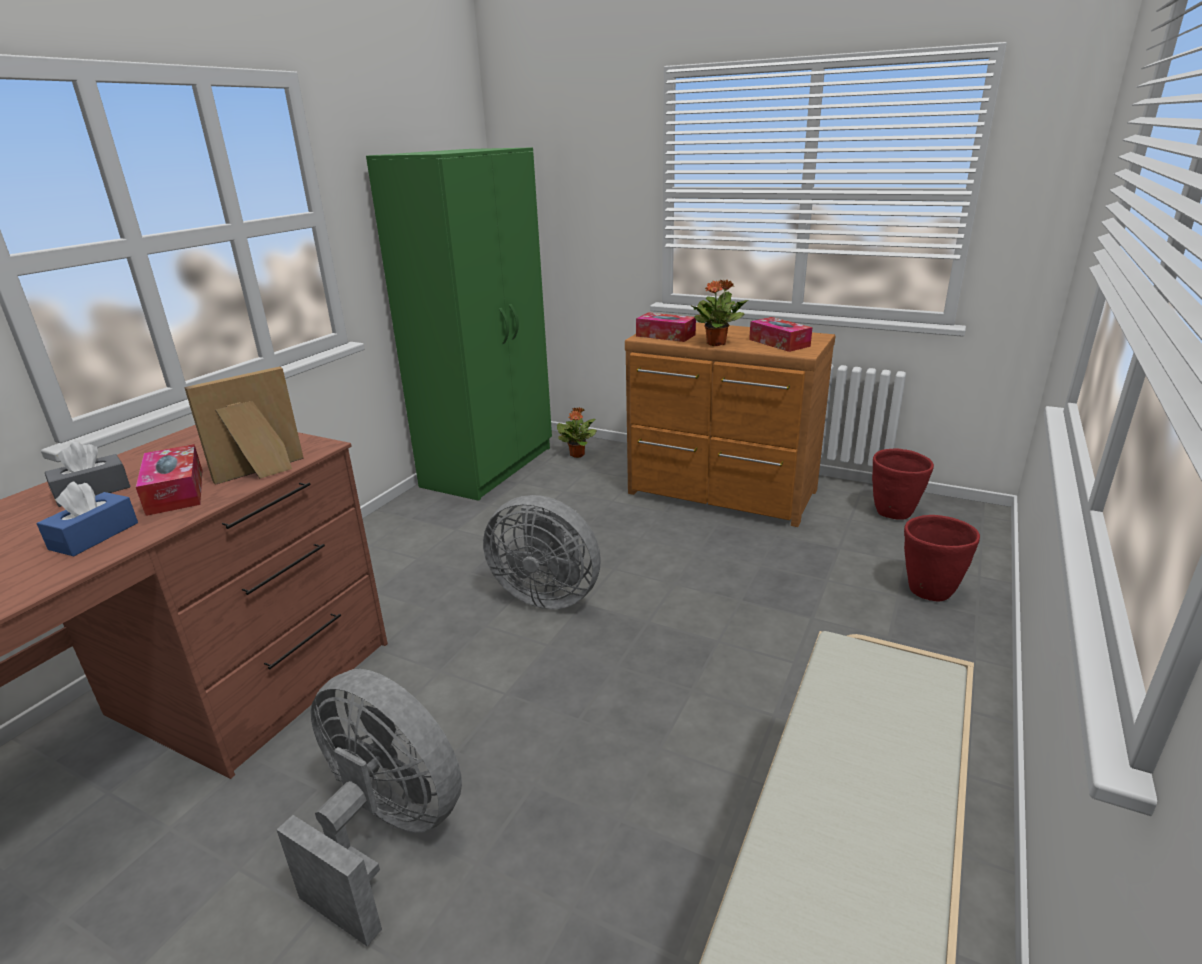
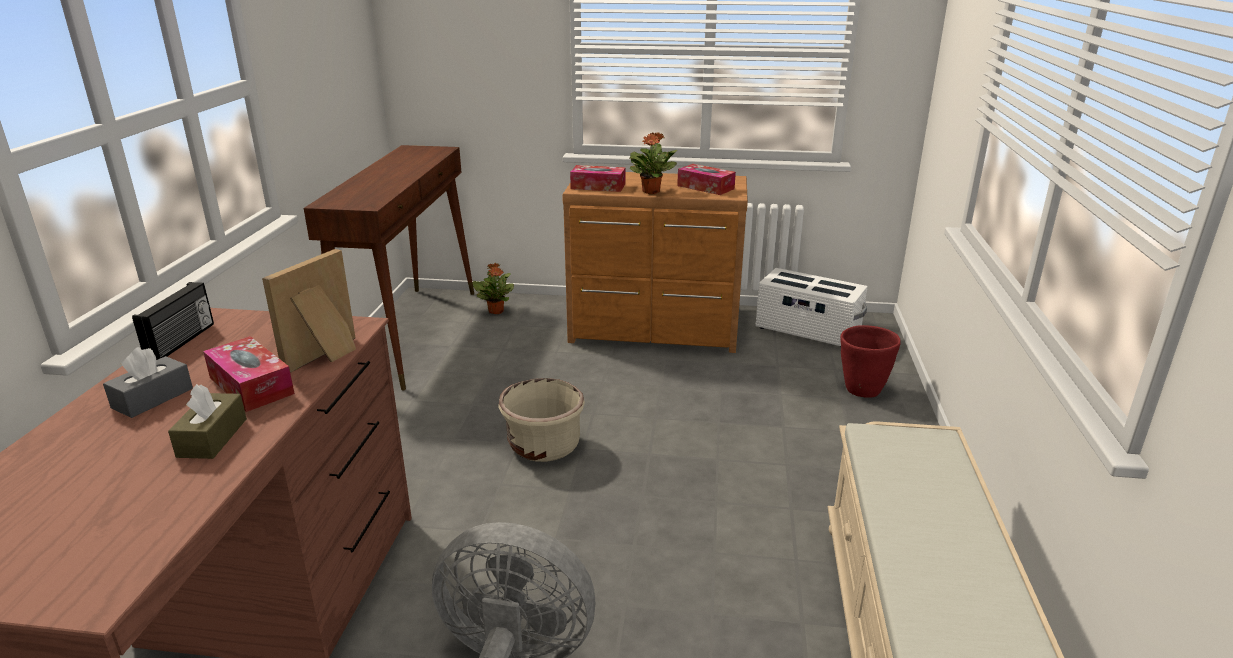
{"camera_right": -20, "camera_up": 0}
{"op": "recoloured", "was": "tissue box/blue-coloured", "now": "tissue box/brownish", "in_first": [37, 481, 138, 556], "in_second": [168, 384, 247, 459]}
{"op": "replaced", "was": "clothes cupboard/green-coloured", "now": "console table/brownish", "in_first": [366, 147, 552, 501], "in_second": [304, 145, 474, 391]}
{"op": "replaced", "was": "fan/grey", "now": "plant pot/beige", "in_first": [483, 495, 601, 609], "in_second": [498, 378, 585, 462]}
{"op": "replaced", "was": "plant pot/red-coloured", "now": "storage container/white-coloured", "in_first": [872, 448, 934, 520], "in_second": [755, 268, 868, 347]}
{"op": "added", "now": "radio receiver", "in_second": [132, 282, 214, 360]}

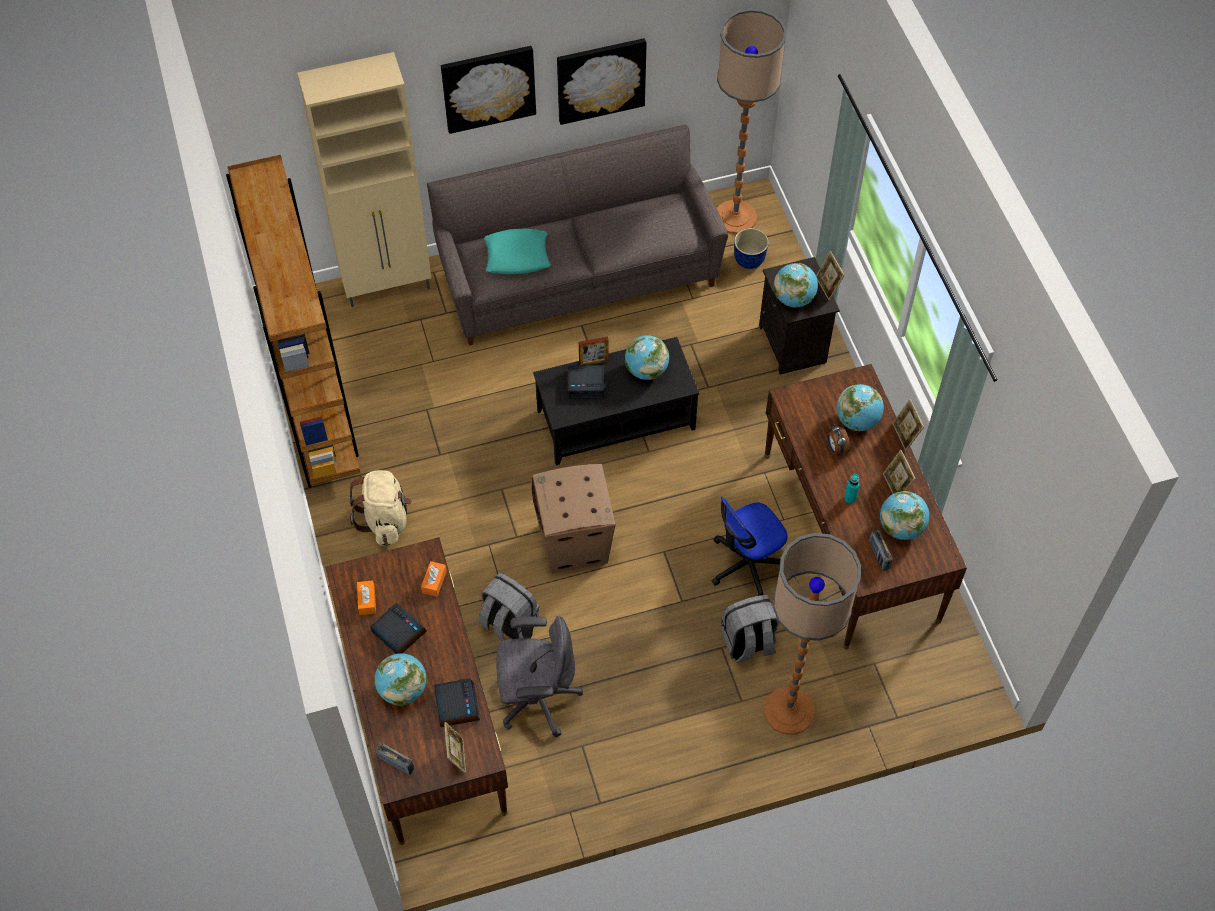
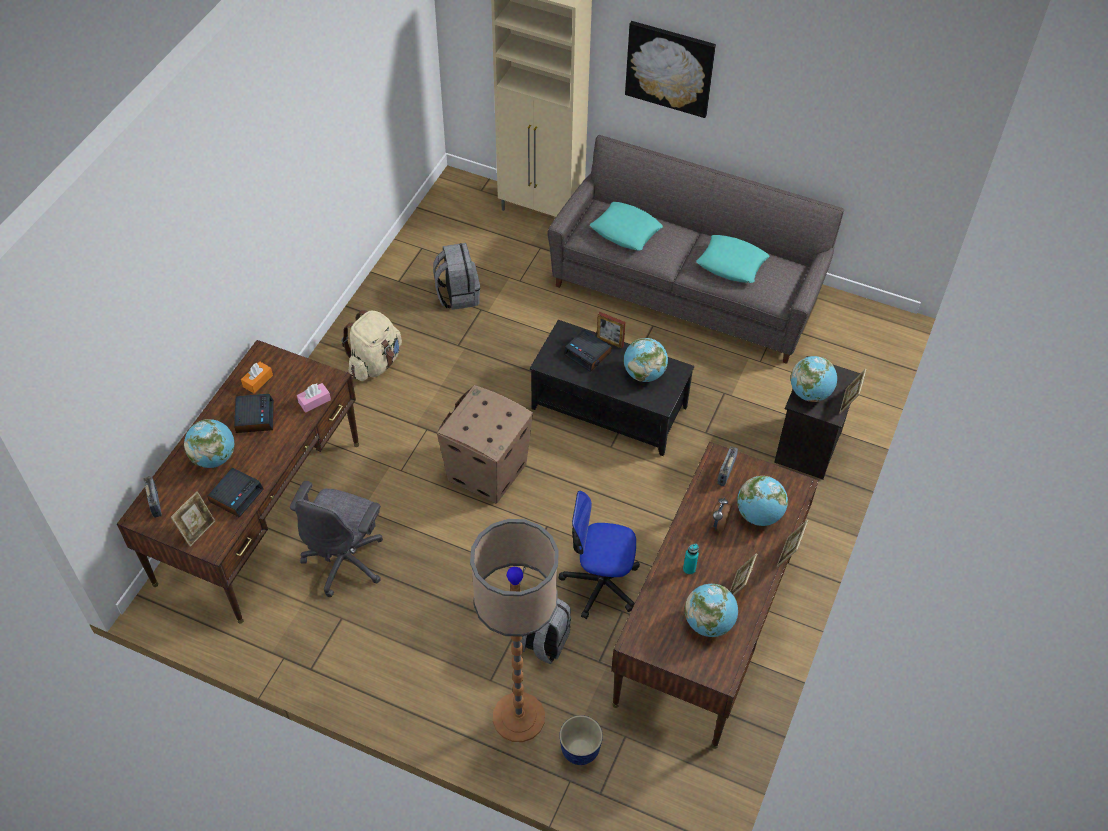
{"camera_right": 40, "camera_up": -5}
{"op": "removed", "was": "shelving unit/brownish", "in_first": [226, 155, 360, 488]}
{"op": "recoloured", "was": "tissue box/orange-coloured", "now": "tissue box/pink", "in_first": [421, 561, 447, 597], "in_second": [297, 383, 331, 413]}
{"op": "moved", "was": "backpack/grey", "in_first": [478, 573, 539, 641], "in_second": [433, 243, 480, 310]}
{"op": "turned", "was": "desk chair/grey", "in_first": [496, 616, 583, 737], "in_second": [290, 481, 383, 597], "clockwise": 75}
{"op": "removed", "was": "picture", "in_first": [557, 38, 647, 125]}
{"op": "removed", "was": "standing lamp", "in_first": [717, 9, 787, 234]}
{"op": "moved", "was": "plant pot", "in_first": [734, 228, 769, 269], "in_second": [560, 715, 603, 765]}
{"op": "moved", "was": "radio receiver", "in_first": [869, 530, 893, 571], "in_second": [717, 446, 738, 486]}
{"op": "added", "now": "cushion/blue-green", "in_second": [696, 235, 769, 283]}

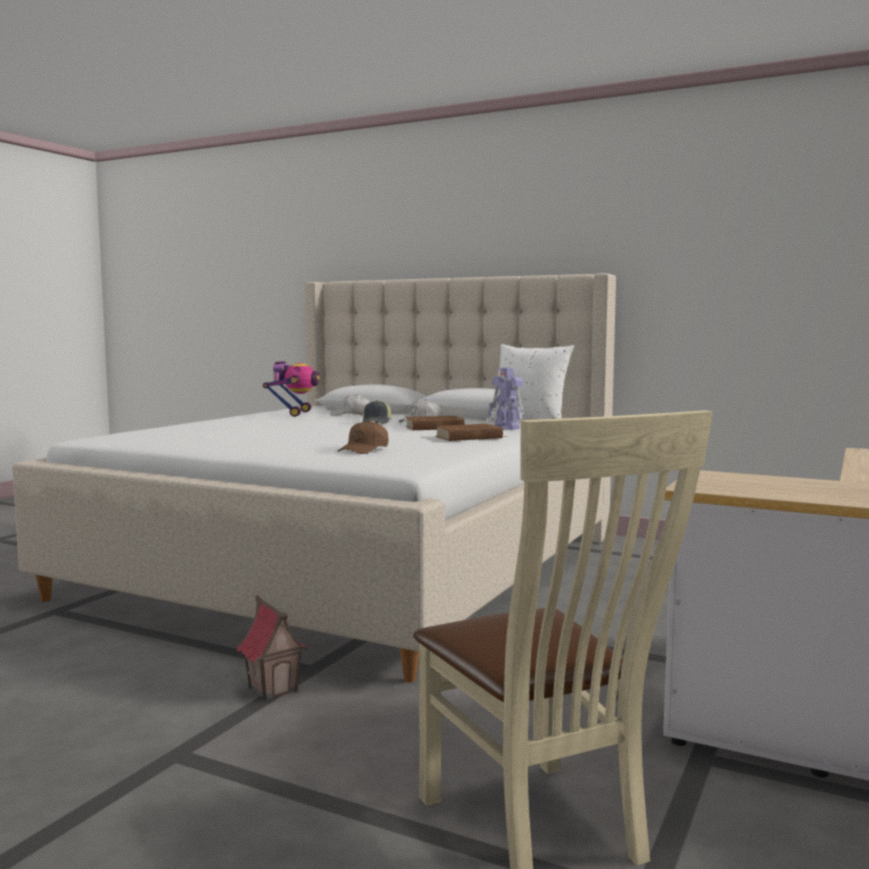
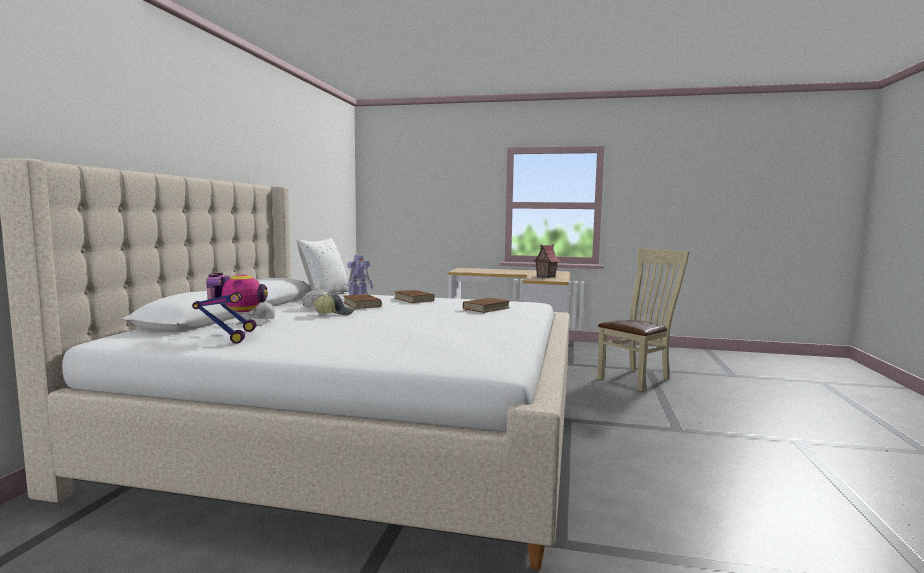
{"camera_right": -105, "camera_up": 0}
{"op": "moved", "was": "model house", "in_first": [237, 595, 308, 700], "in_second": [533, 244, 560, 278]}
{"op": "turned", "was": "model robot", "in_first": [263, 361, 320, 417], "in_second": [192, 272, 268, 344], "clockwise": 90}
{"op": "replaced", "was": "peaked cap/brownish", "now": "bound book/brownish", "in_first": [338, 420, 388, 454], "in_second": [463, 297, 510, 313]}

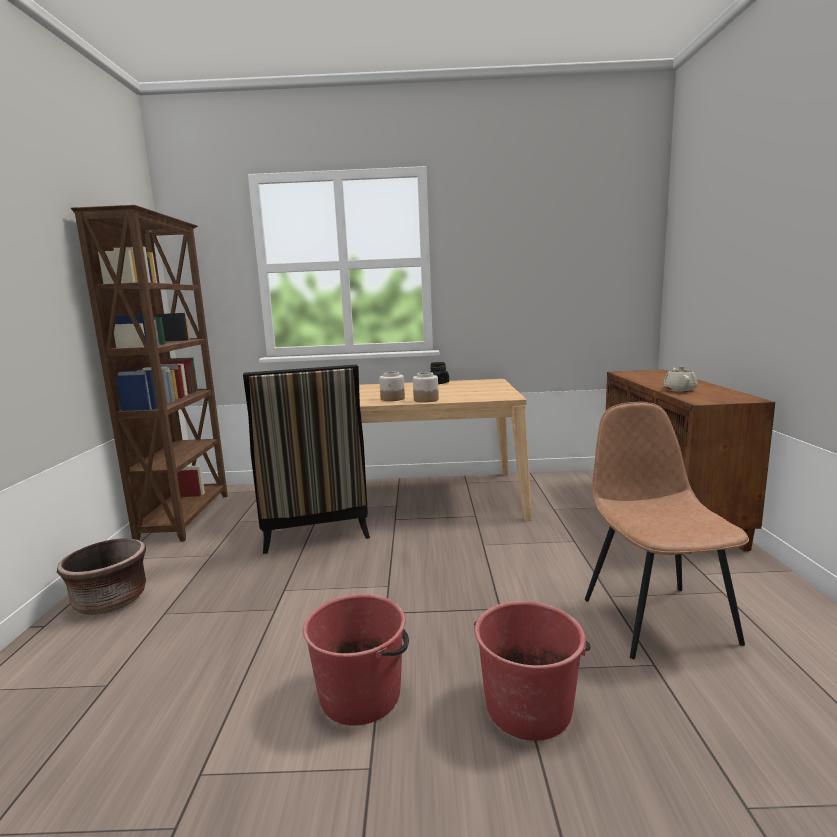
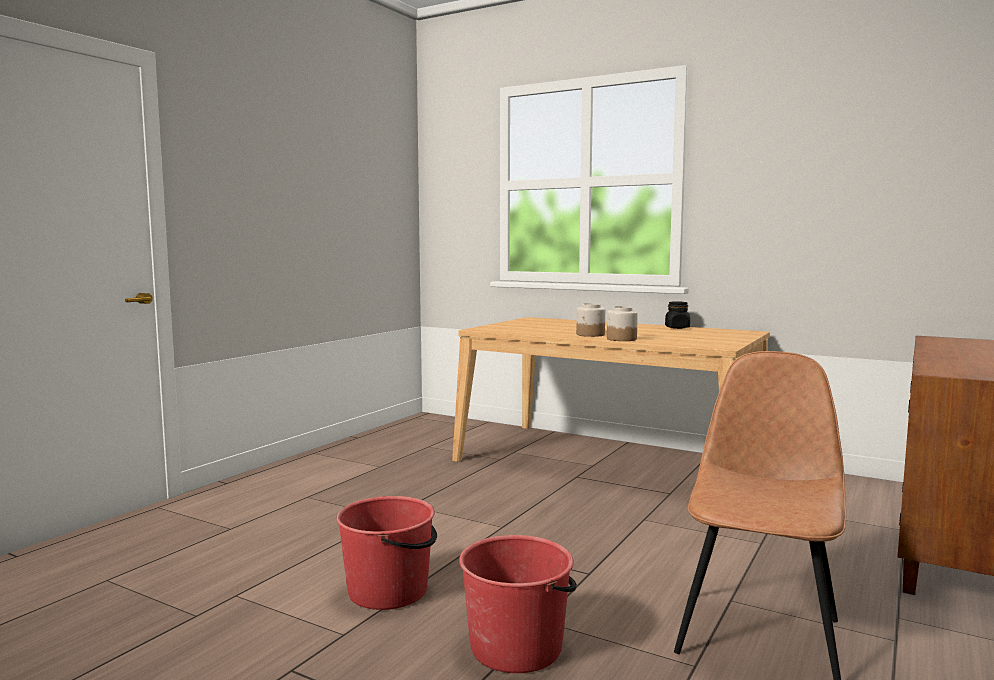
{"camera_right": 30, "camera_up": -5}
{"op": "removed", "was": "plant pot/brownish", "in_first": [57, 539, 146, 615]}
{"op": "removed", "was": "shelving unit/brownish", "in_first": [71, 205, 228, 542]}
{"op": "removed", "was": "plain chair", "in_first": [243, 365, 370, 554]}
{"op": "removed", "was": "pot for tea/beige", "in_first": [663, 366, 698, 392]}

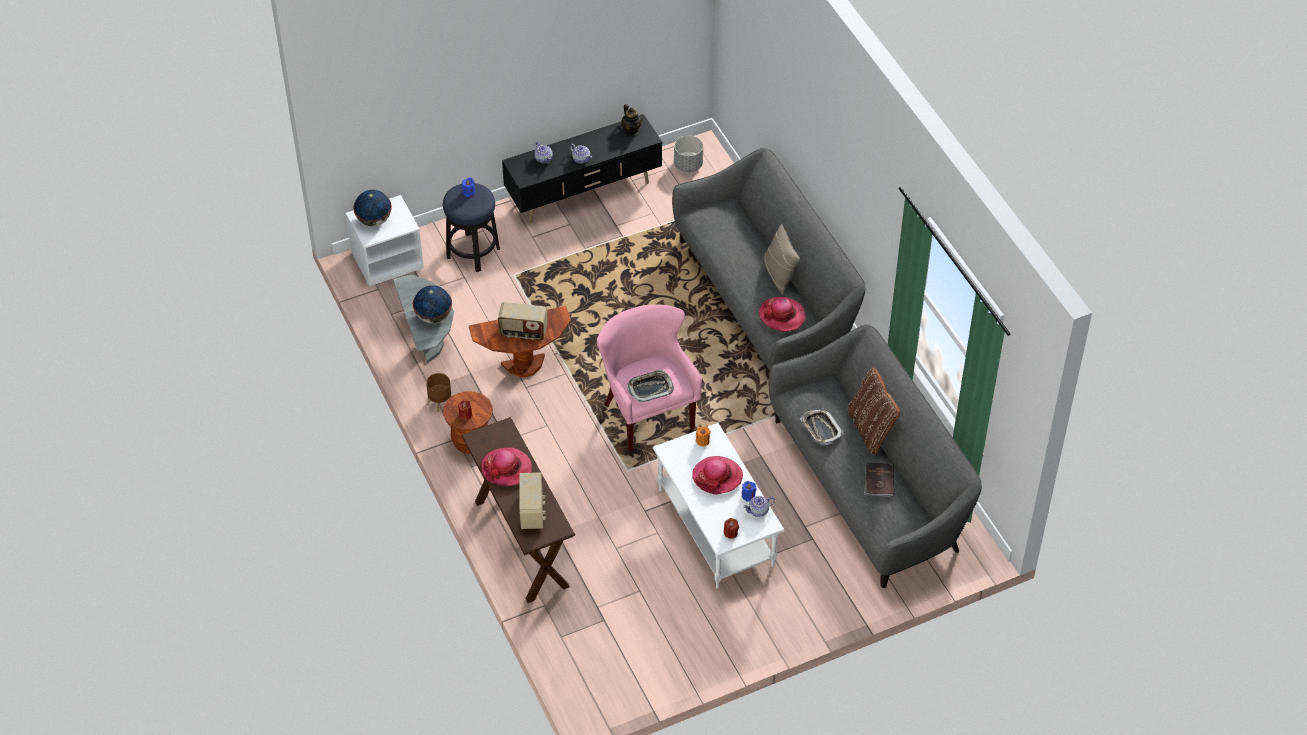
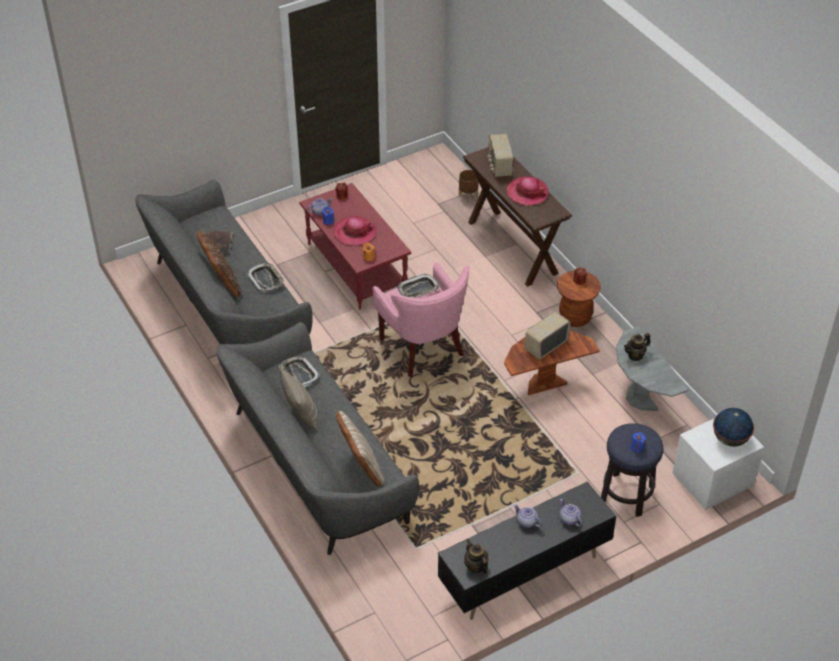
{"camera_right": 175, "camera_up": -5}
{"op": "replaced", "was": "world globe", "now": "pot for tea", "in_first": [413, 285, 452, 323], "in_second": [624, 333, 650, 361]}
{"op": "moved", "was": "plant pot/brownish", "in_first": [426, 373, 451, 412], "in_second": [459, 170, 479, 203]}
{"op": "turned", "was": "radio receiver", "in_first": [498, 302, 547, 341], "in_second": [525, 311, 571, 360], "clockwise": -45}
{"op": "recoloured", "was": "low table/white-coloured", "now": "low table/red-coloured", "in_first": [653, 423, 784, 589], "in_second": [299, 183, 411, 310]}
{"op": "removed", "was": "plant pot/grey", "in_first": [674, 135, 703, 172]}
{"op": "replaced", "was": "clothing hat", "now": "serving tray", "in_first": [759, 297, 806, 332], "in_second": [279, 356, 320, 387]}
{"op": "added", "now": "cushion/beige", "in_second": [336, 411, 385, 486]}

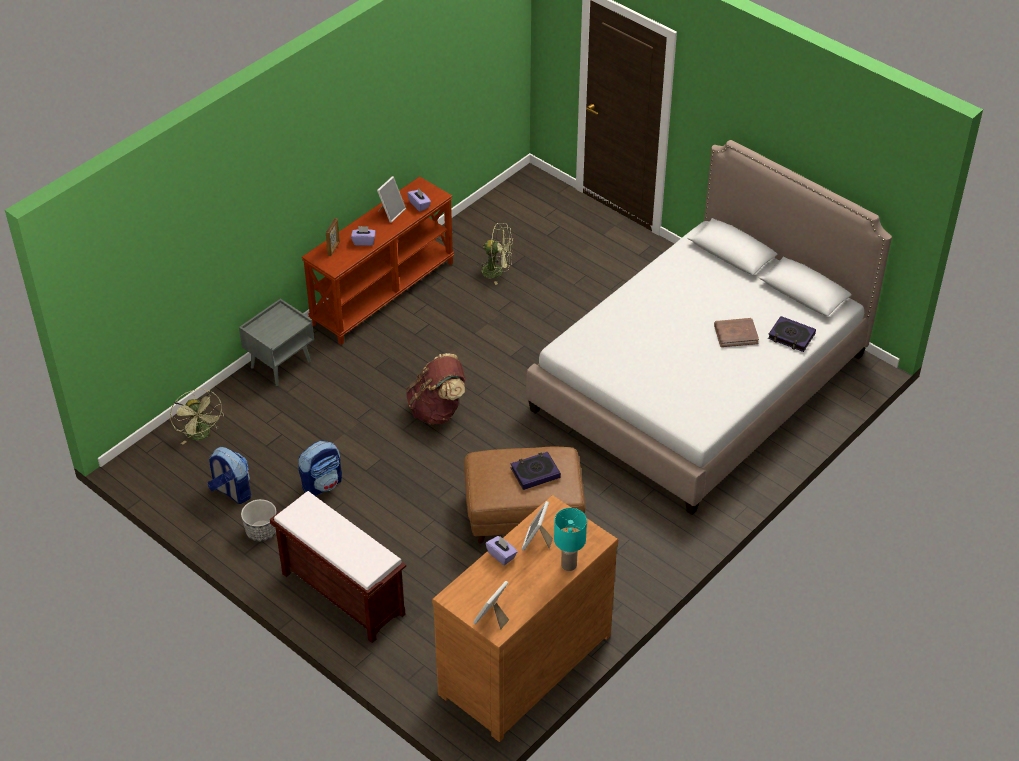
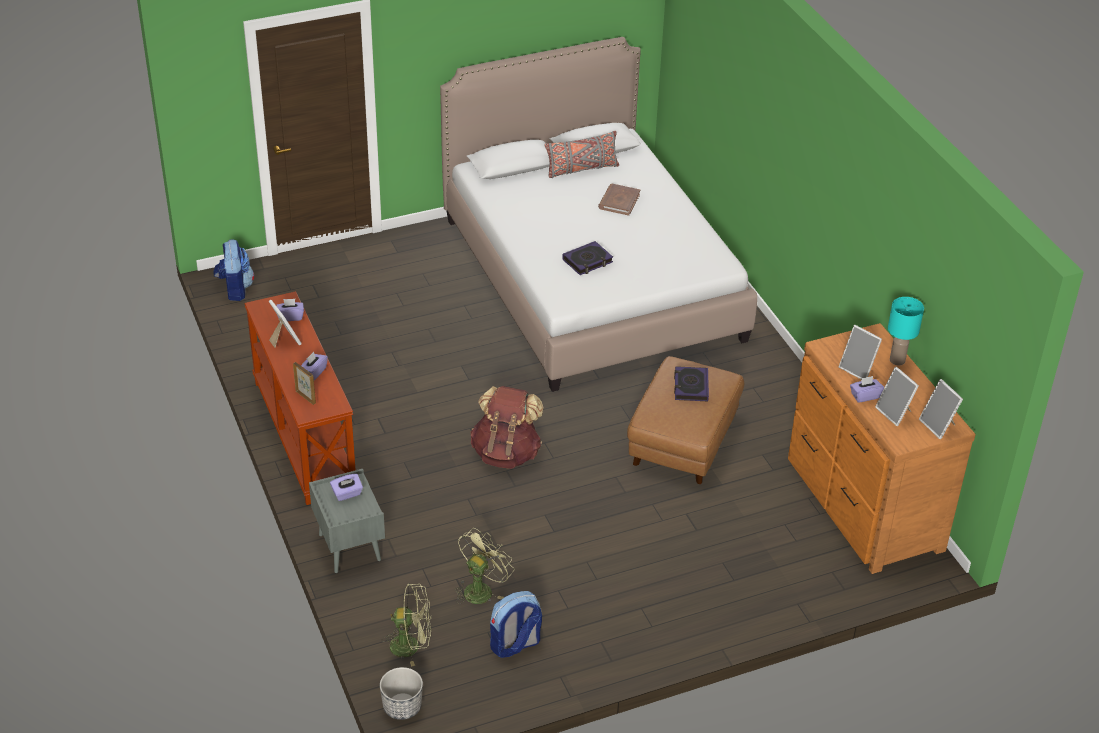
{"camera_right": -65, "camera_up": -5}
{"op": "moved", "was": "plant pot", "in_first": [241, 499, 277, 542], "in_second": [380, 667, 423, 720]}
{"op": "removed", "was": "long seat/brownish", "in_first": [270, 491, 406, 643]}
{"op": "moved", "was": "backpack", "in_first": [298, 441, 342, 496], "in_second": [213, 239, 254, 301]}
{"op": "moved", "was": "fan/green-coloured", "in_first": [477, 223, 514, 285], "in_second": [455, 528, 514, 604]}
{"op": "moved", "was": "bound book", "in_first": [768, 316, 816, 352], "in_second": [562, 241, 613, 275]}
{"op": "added", "now": "tissue box/purple", "in_second": [330, 474, 363, 501]}
{"op": "added", "now": "cushion/grey", "in_second": [545, 131, 619, 178]}
{"op": "added", "now": "standing frame", "in_second": [875, 367, 919, 426]}

